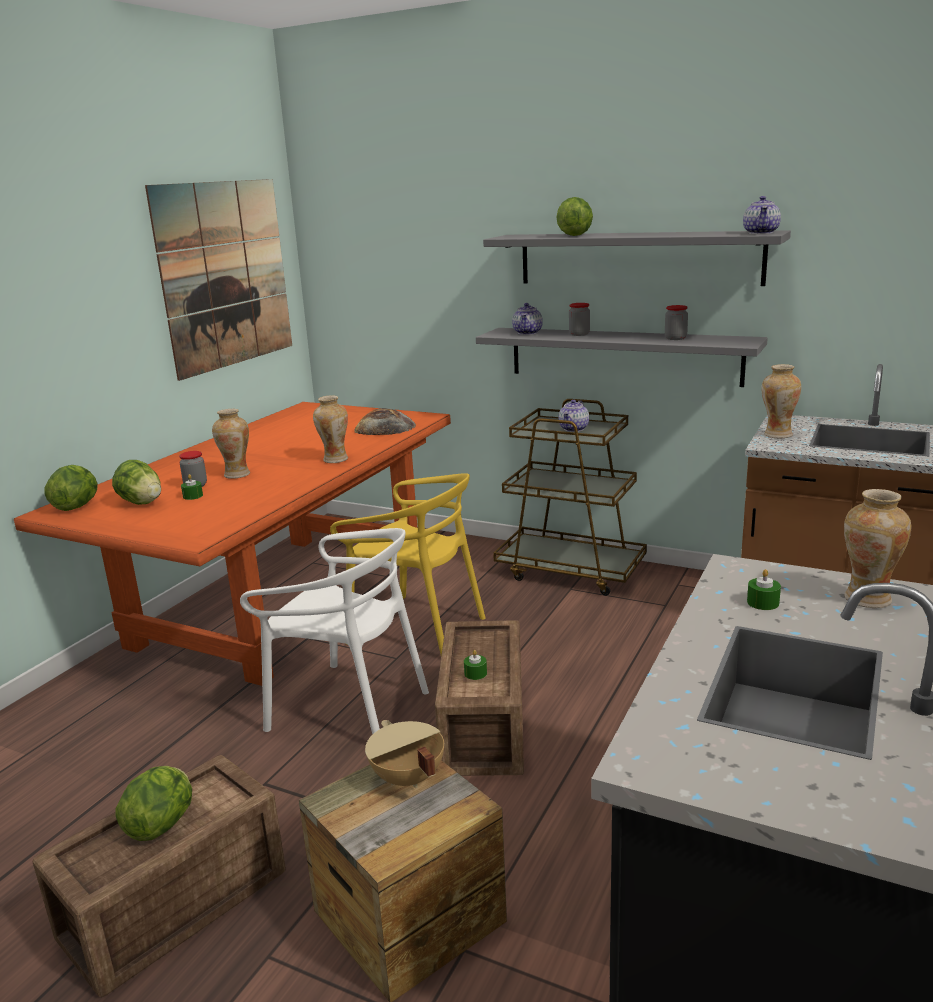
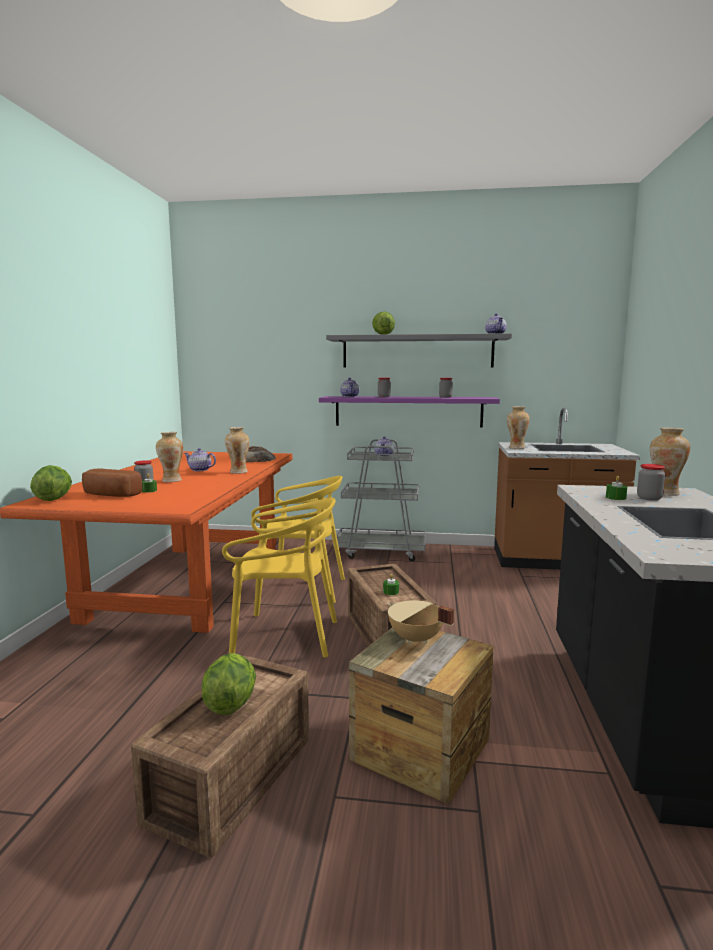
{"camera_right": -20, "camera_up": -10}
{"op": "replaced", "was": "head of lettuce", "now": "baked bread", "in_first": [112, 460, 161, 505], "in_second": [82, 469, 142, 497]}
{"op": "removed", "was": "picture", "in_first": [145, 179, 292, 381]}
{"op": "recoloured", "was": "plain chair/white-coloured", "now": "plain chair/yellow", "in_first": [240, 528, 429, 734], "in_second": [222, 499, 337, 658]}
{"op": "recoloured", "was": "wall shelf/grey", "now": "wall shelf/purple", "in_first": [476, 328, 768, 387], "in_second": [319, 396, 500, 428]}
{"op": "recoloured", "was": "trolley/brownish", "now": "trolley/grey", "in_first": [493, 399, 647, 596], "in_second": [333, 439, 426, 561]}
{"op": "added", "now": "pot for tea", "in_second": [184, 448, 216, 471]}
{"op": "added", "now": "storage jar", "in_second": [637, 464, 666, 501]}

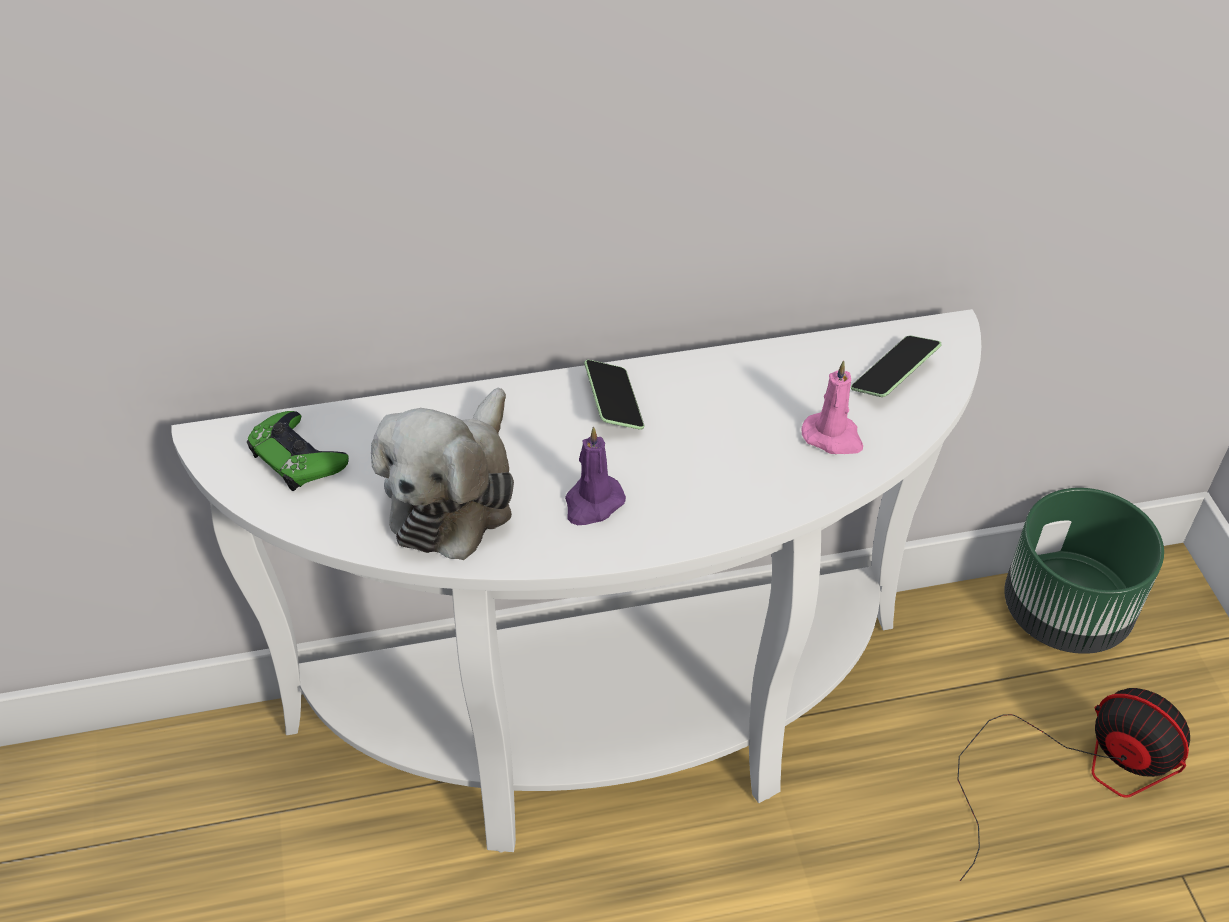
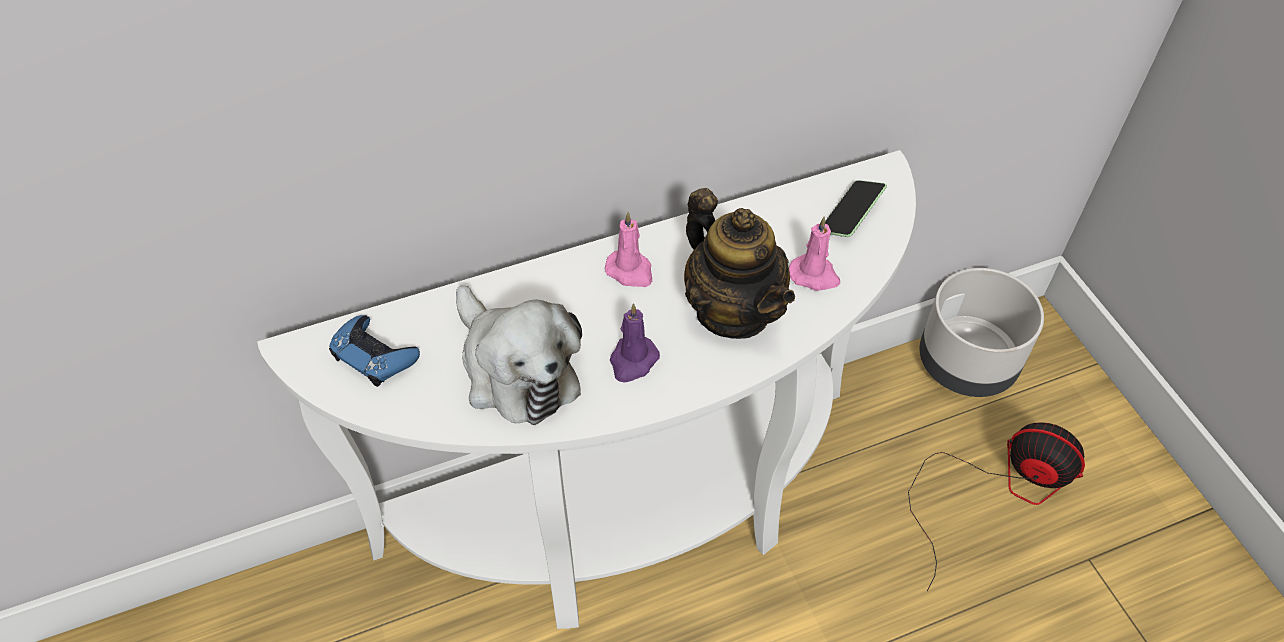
{"camera_right": -10, "camera_up": 5}
{"op": "recoloured", "was": "gamepad/green-coloured", "now": "gamepad/blue-coloured", "in_first": [247, 411, 349, 491], "in_second": [329, 315, 420, 387]}
{"op": "turned", "was": "plush toy", "in_first": [371, 388, 514, 560], "in_second": [456, 285, 582, 425], "clockwise": -45}
{"op": "replaced", "was": "telephone", "now": "candle/pink", "in_first": [584, 360, 644, 430], "in_second": [605, 212, 652, 287]}
{"op": "recoloured", "was": "plant pot/green-coloured", "now": "plant pot/grey", "in_first": [1004, 488, 1164, 654], "in_second": [919, 268, 1044, 397]}
{"op": "added", "now": "pot for tea", "in_second": [684, 188, 795, 339]}

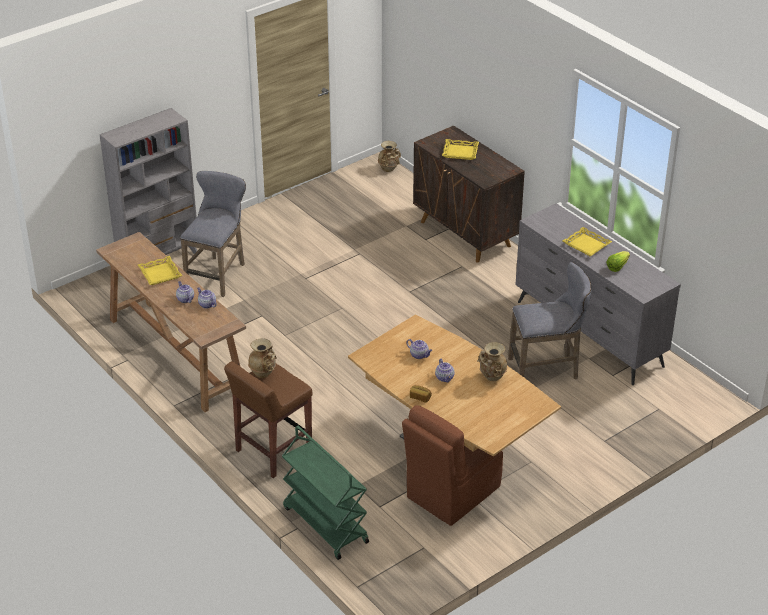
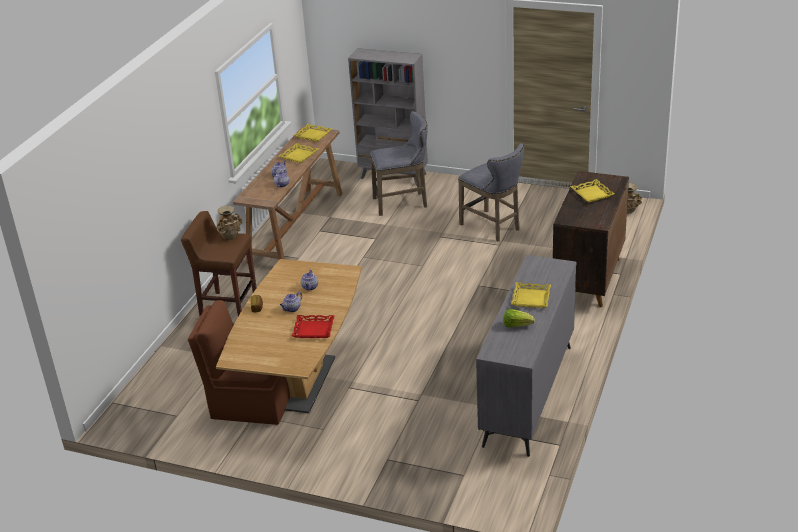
{"camera_right": 60, "camera_up": -5}
{"op": "removed", "was": "trolley/green-coloured", "in_first": [282, 426, 369, 560]}
{"op": "replaced", "was": "vase/beige", "now": "serving tray/red-coloured", "in_first": [477, 342, 507, 381], "in_second": [292, 315, 335, 338]}
{"op": "moved", "was": "stool seat/grey", "in_first": [508, 262, 591, 379], "in_second": [458, 143, 524, 242]}
{"op": "added", "now": "serving tray/yellow", "in_second": [294, 124, 332, 142]}

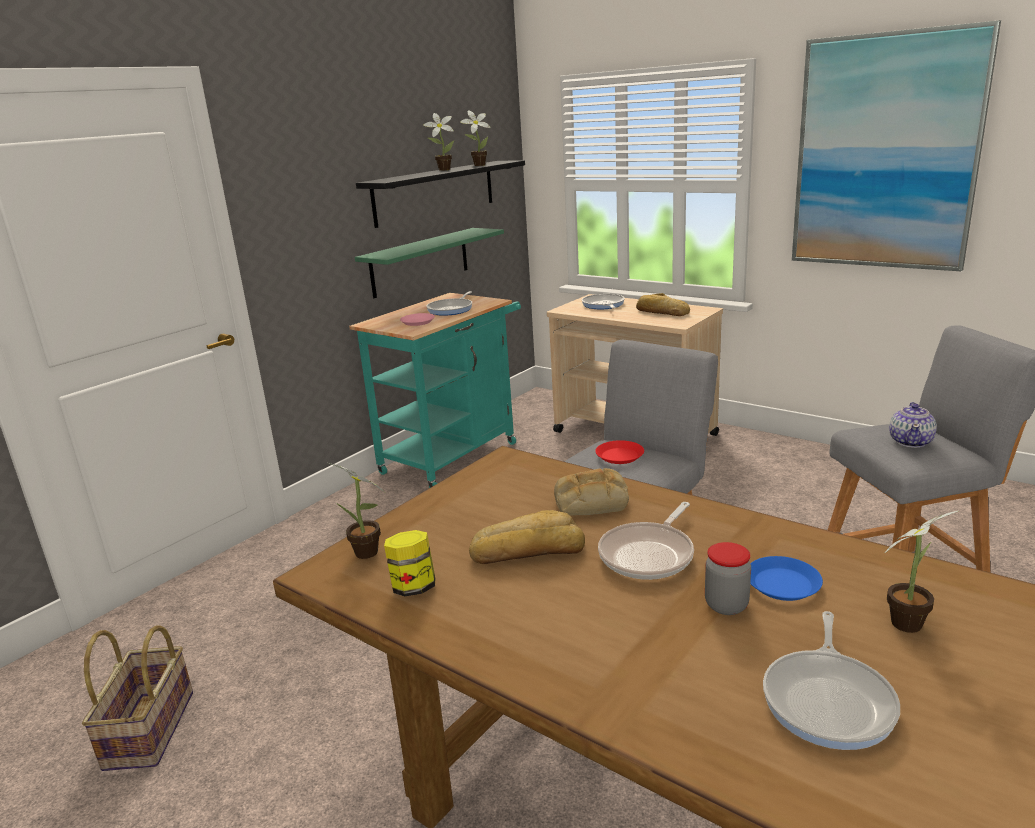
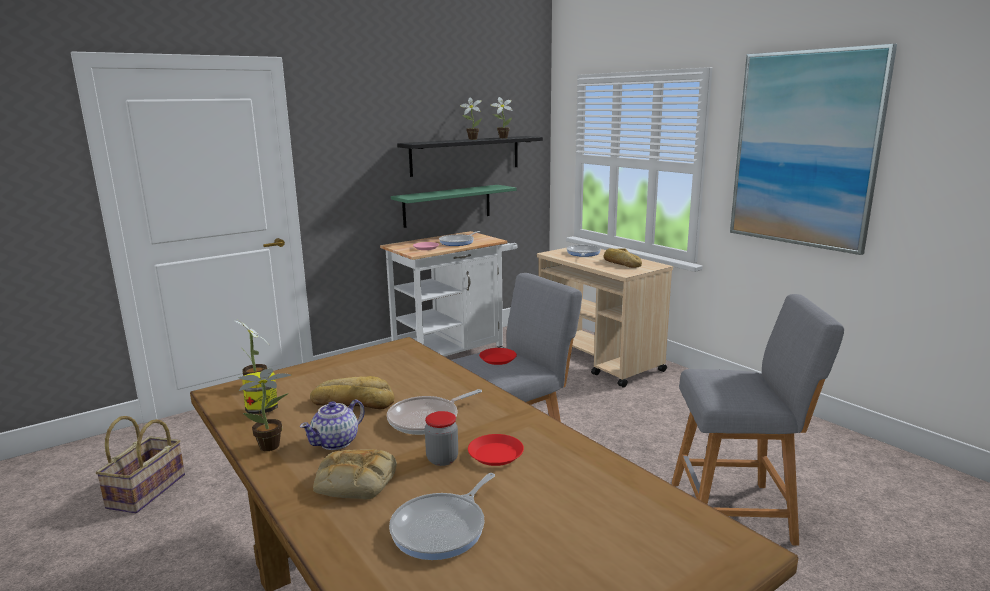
{"camera_right": 15, "camera_up": -5}
{"op": "recoloured", "was": "trolley/blue-green", "now": "trolley/white-coloured", "in_first": [349, 293, 521, 488], "in_second": [380, 231, 517, 357]}
{"op": "moved", "was": "baked bread", "in_first": [554, 468, 629, 516], "in_second": [313, 449, 397, 500]}
{"op": "recoloured", "was": "plate/blue-coloured", "now": "plate/red-coloured", "in_first": [750, 556, 823, 601], "in_second": [468, 434, 524, 466]}
{"op": "moved", "was": "plant in a pot", "in_first": [885, 511, 958, 633], "in_second": [238, 368, 291, 451]}
{"op": "moved", "was": "pot for tea", "in_first": [889, 402, 937, 448], "in_second": [300, 399, 365, 450]}

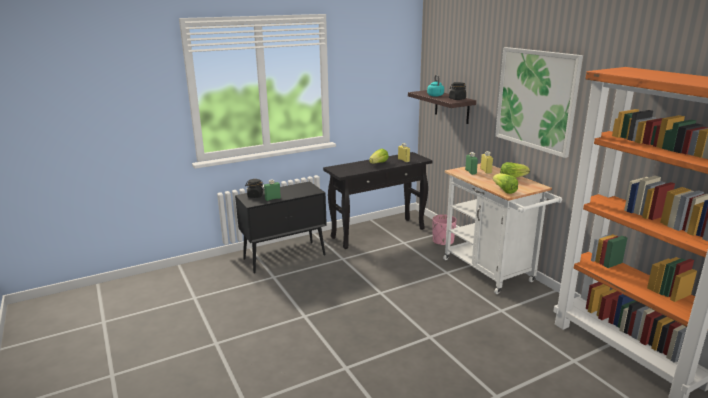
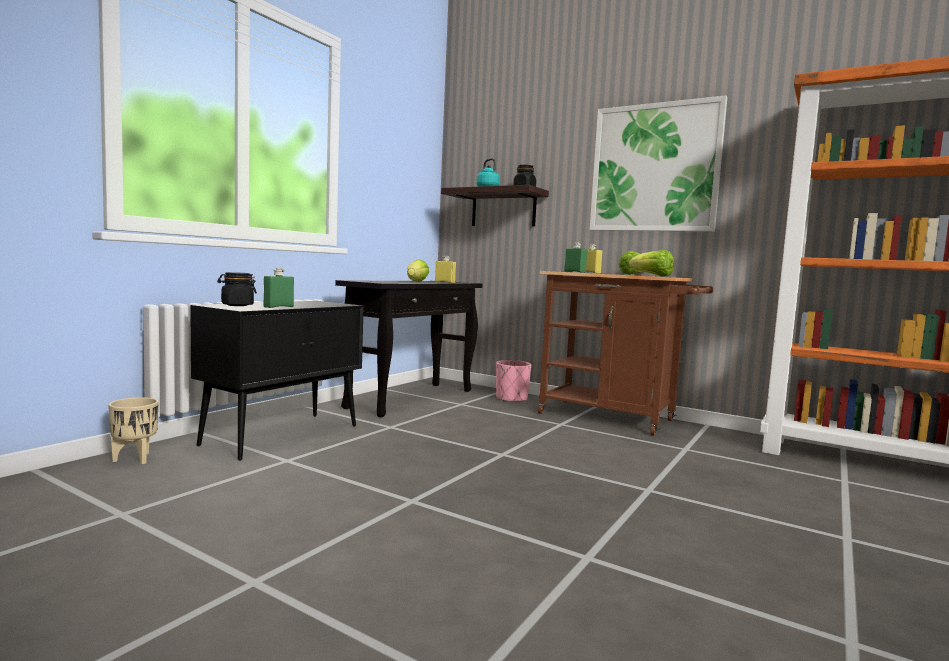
{"camera_right": -30, "camera_up": -15}
{"op": "recoloured", "was": "trolley/white-coloured", "now": "trolley/brownish", "in_first": [443, 163, 562, 294], "in_second": [538, 271, 713, 436]}
{"op": "added", "now": "plant pot/beige", "in_second": [108, 397, 158, 464]}

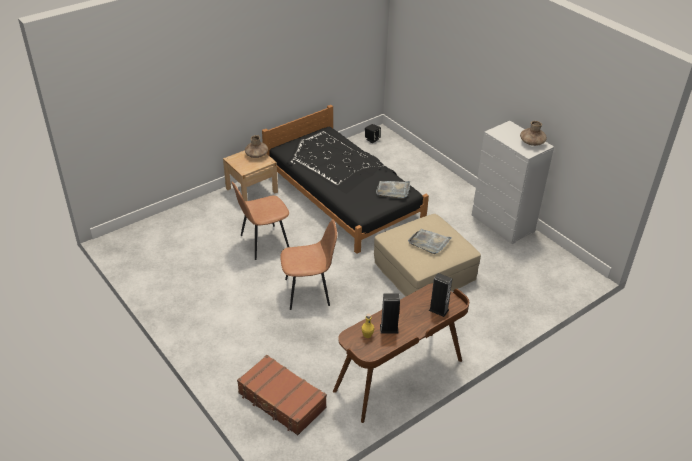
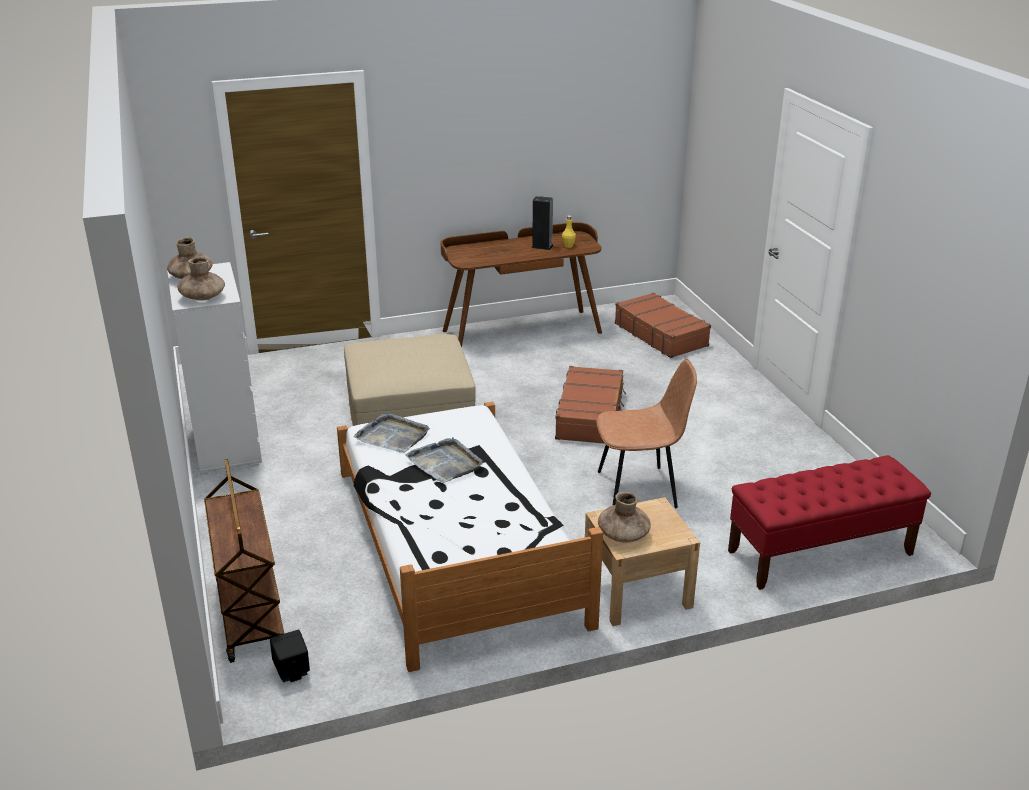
{"camera_right": -160, "camera_up": -10}
{"op": "recoloured", "was": "bedroom bed/blackish", "now": "bedroom bed/white-coloured", "in_first": [262, 105, 429, 254], "in_second": [337, 401, 603, 672]}
{"op": "replaced", "was": "plain chair/brownish", "now": "suitcase/brownish", "in_first": [280, 219, 337, 310], "in_second": [555, 366, 626, 444]}
{"op": "moved", "was": "serving tray/grey", "in_first": [408, 229, 452, 254], "in_second": [405, 437, 483, 483]}
{"op": "removed", "was": "speaker", "in_first": [428, 273, 452, 317]}
{"op": "added", "now": "vase/brownish", "in_second": [177, 257, 225, 301]}
{"op": "added", "now": "trolley/brownish", "in_second": [204, 459, 284, 663]}
{"op": "added", "now": "long seat/red-coloured", "in_second": [728, 455, 931, 590]}

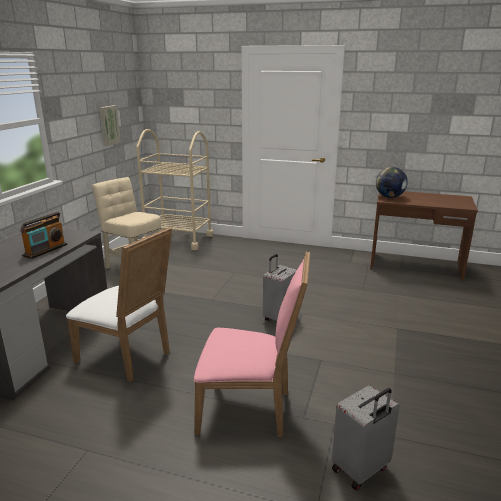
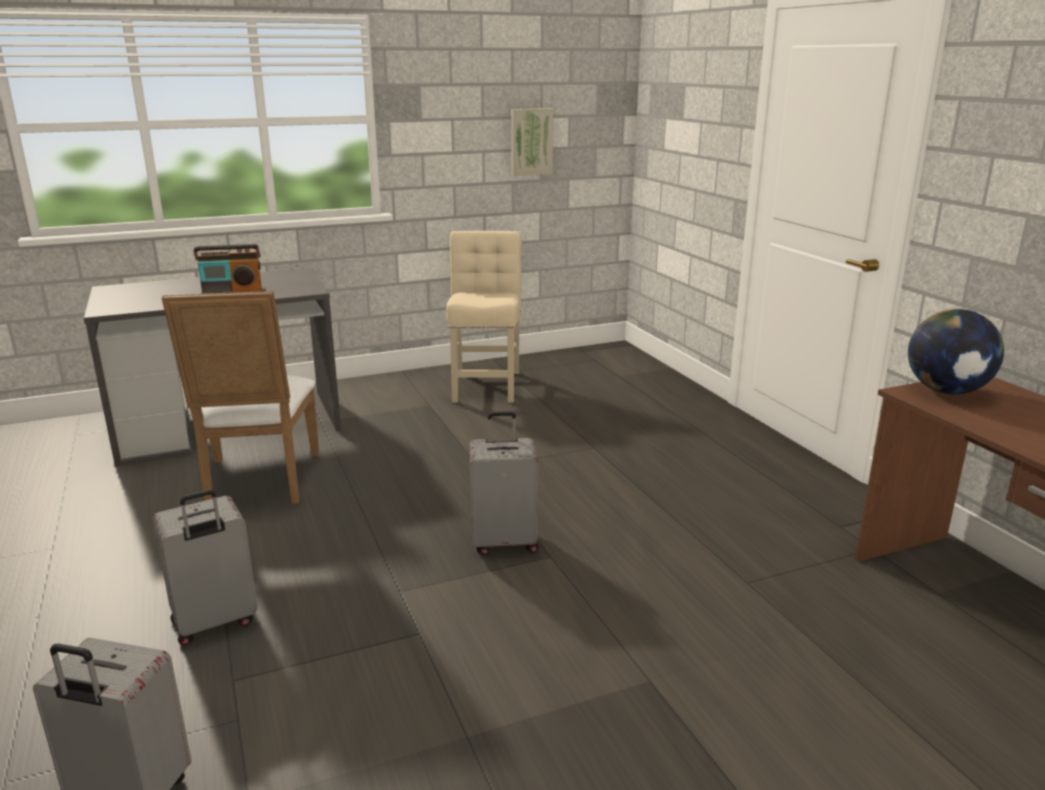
{"camera_right": 50, "camera_up": 0}
{"op": "removed", "was": "trolley/beige", "in_first": [136, 129, 213, 250]}
{"op": "replaced", "was": "plain chair/pink", "now": "suitcase/grey", "in_first": [194, 251, 310, 438], "in_second": [153, 489, 258, 646]}

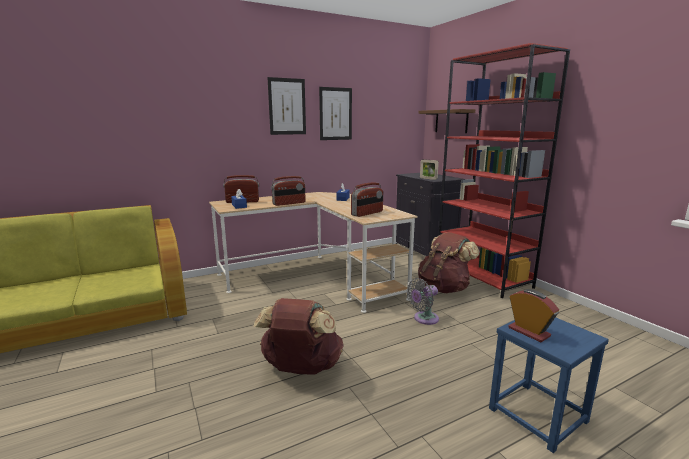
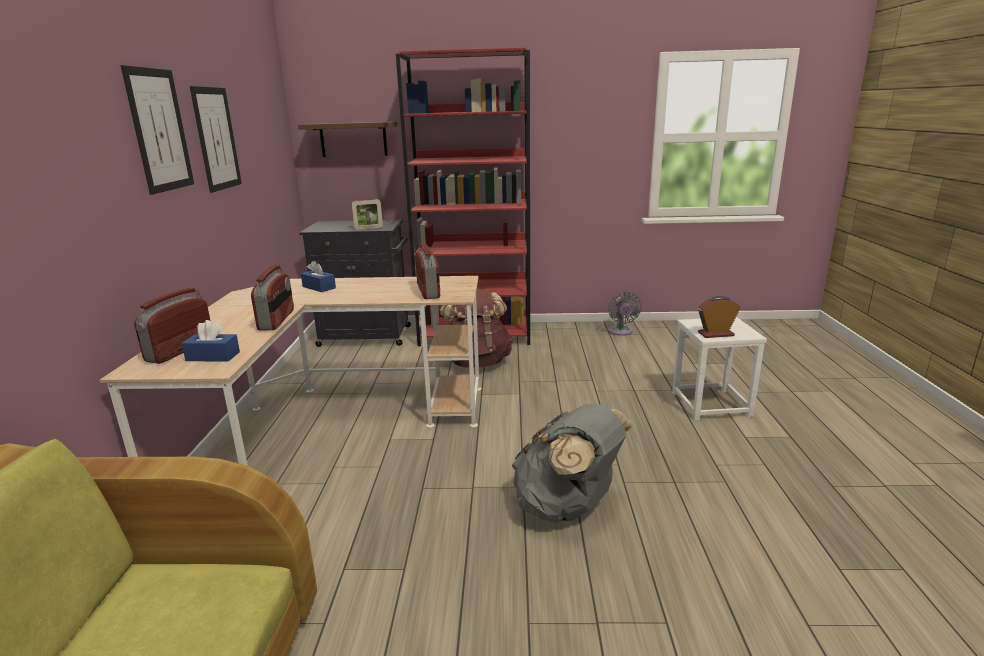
{"camera_right": -60, "camera_up": 5}
{"op": "recoloured", "was": "backpack/brownish", "now": "backpack/grey", "in_first": [253, 298, 344, 375], "in_second": [512, 404, 633, 523]}
{"op": "moved", "was": "fan/grey", "in_first": [407, 278, 439, 325], "in_second": [608, 291, 642, 336]}
{"op": "recoloured", "was": "stool seat/blue-coloured", "now": "stool seat/white-coloured", "in_first": [489, 317, 609, 453], "in_second": [672, 317, 767, 420]}

